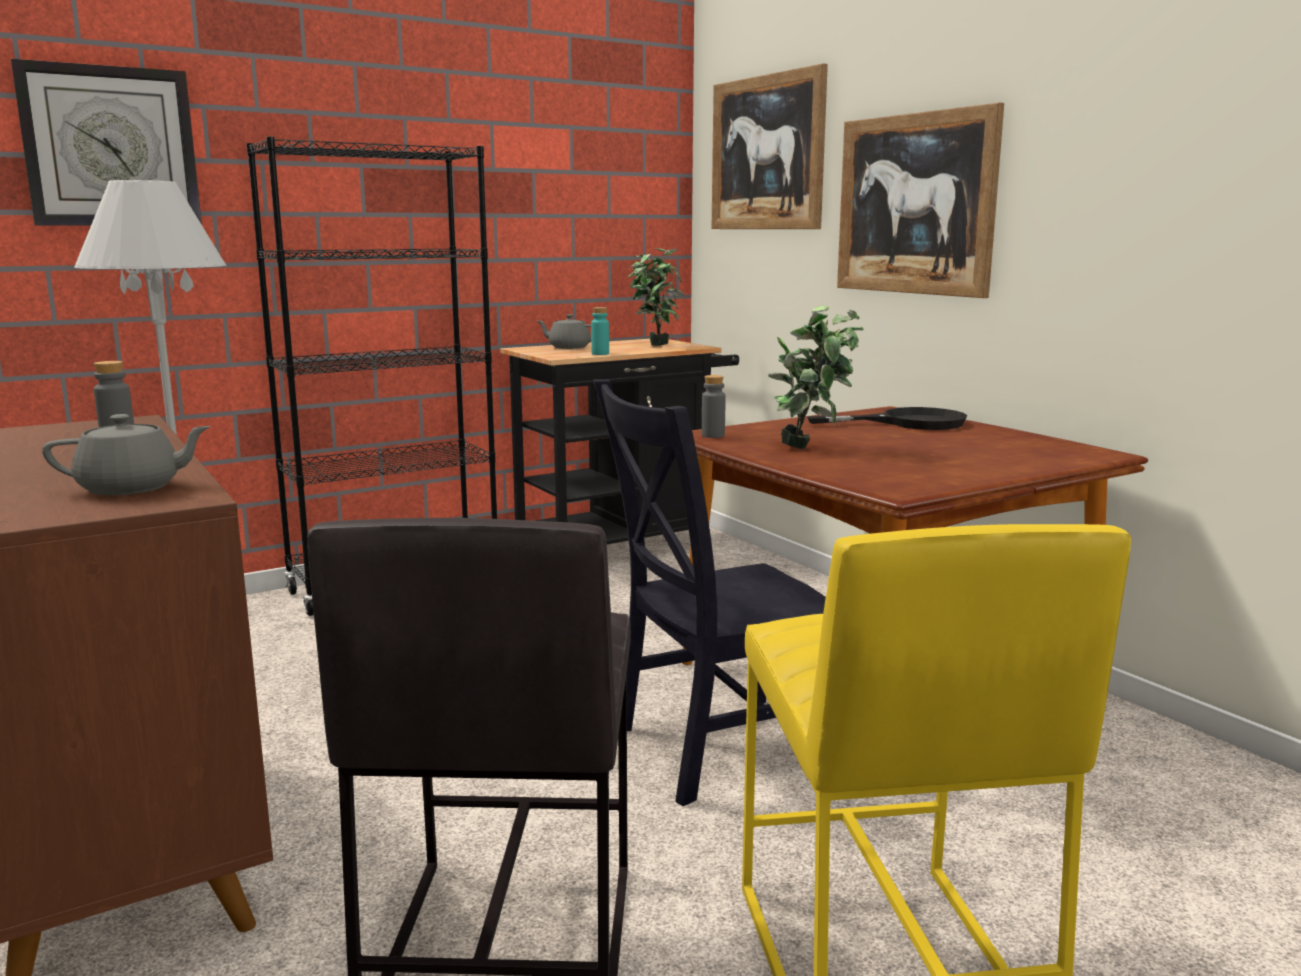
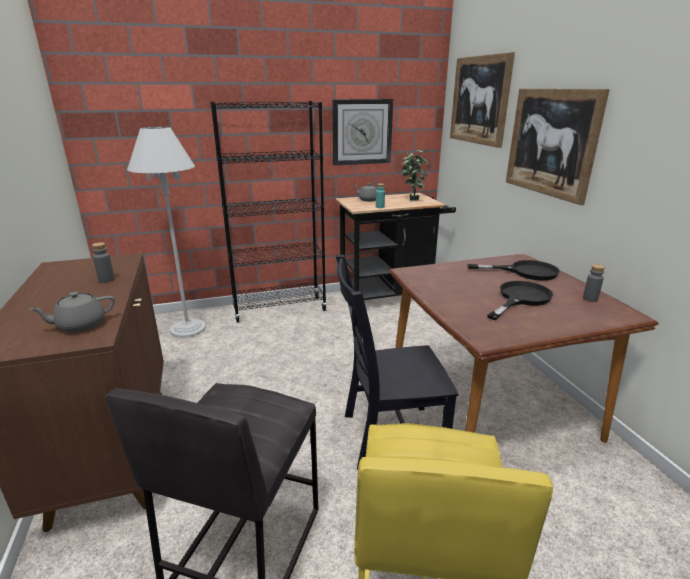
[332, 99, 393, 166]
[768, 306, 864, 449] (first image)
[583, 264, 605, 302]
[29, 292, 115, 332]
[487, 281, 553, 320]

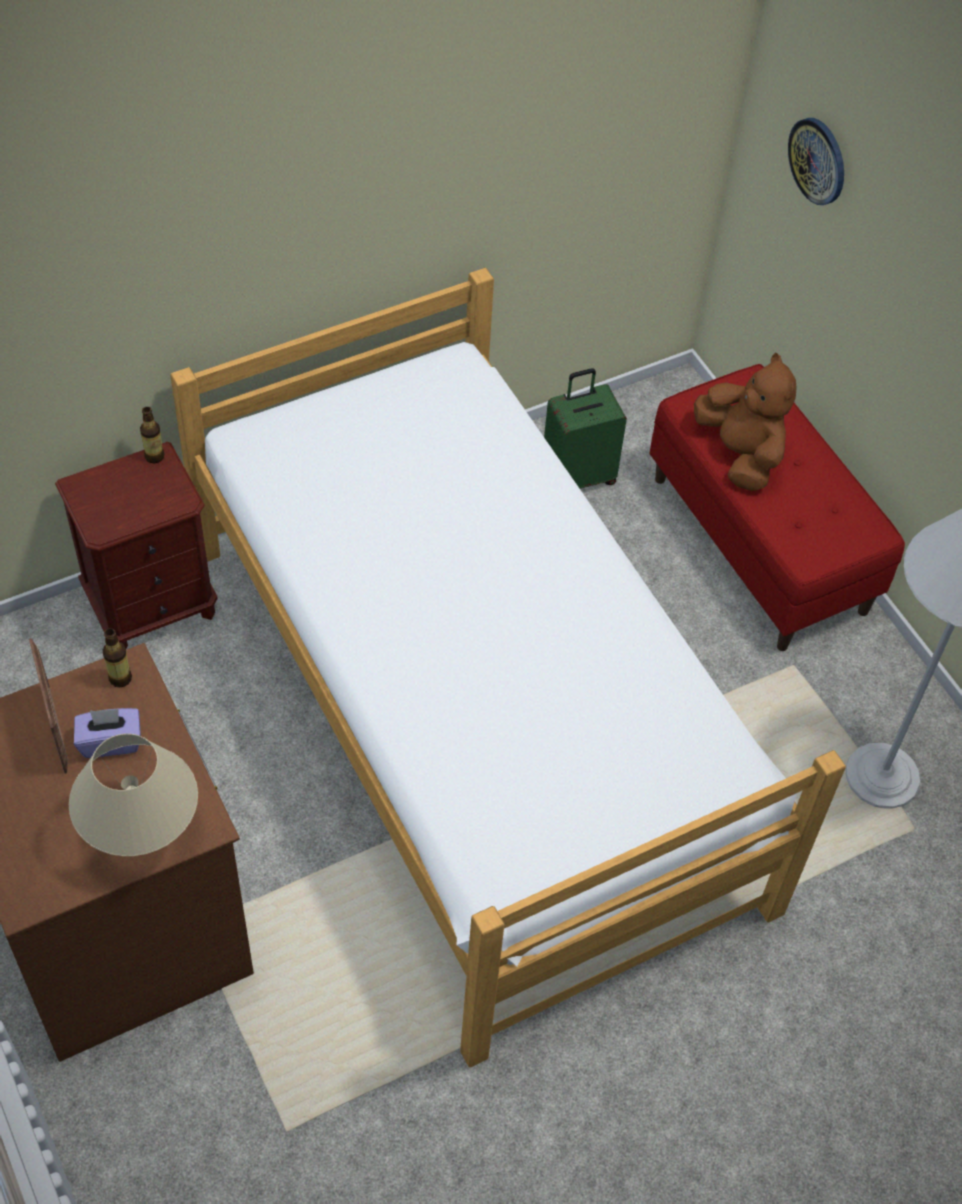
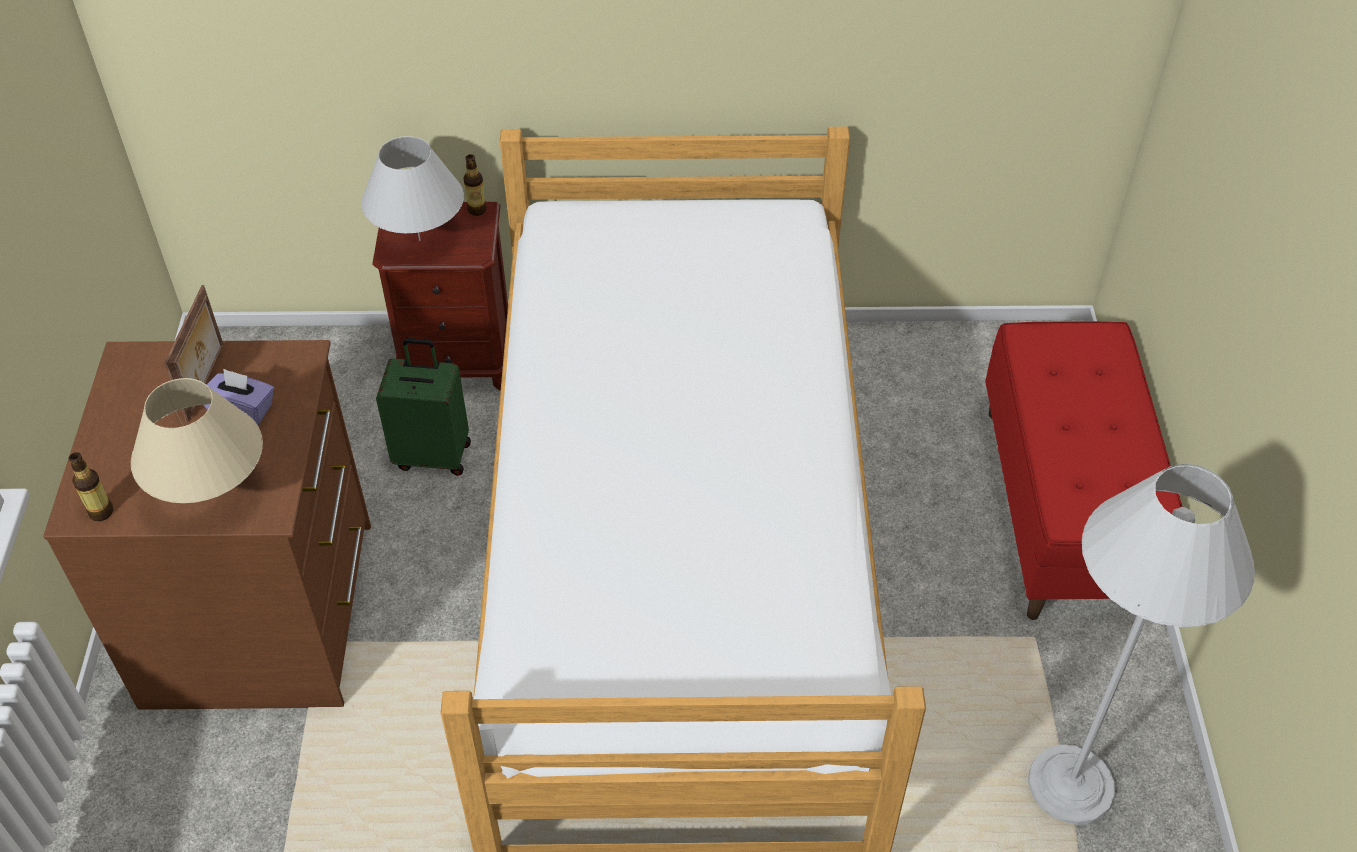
[788, 118, 844, 205] (first image)
[694, 352, 796, 491] (first image)
[376, 338, 471, 476]
[68, 452, 113, 521]
[361, 136, 464, 241]

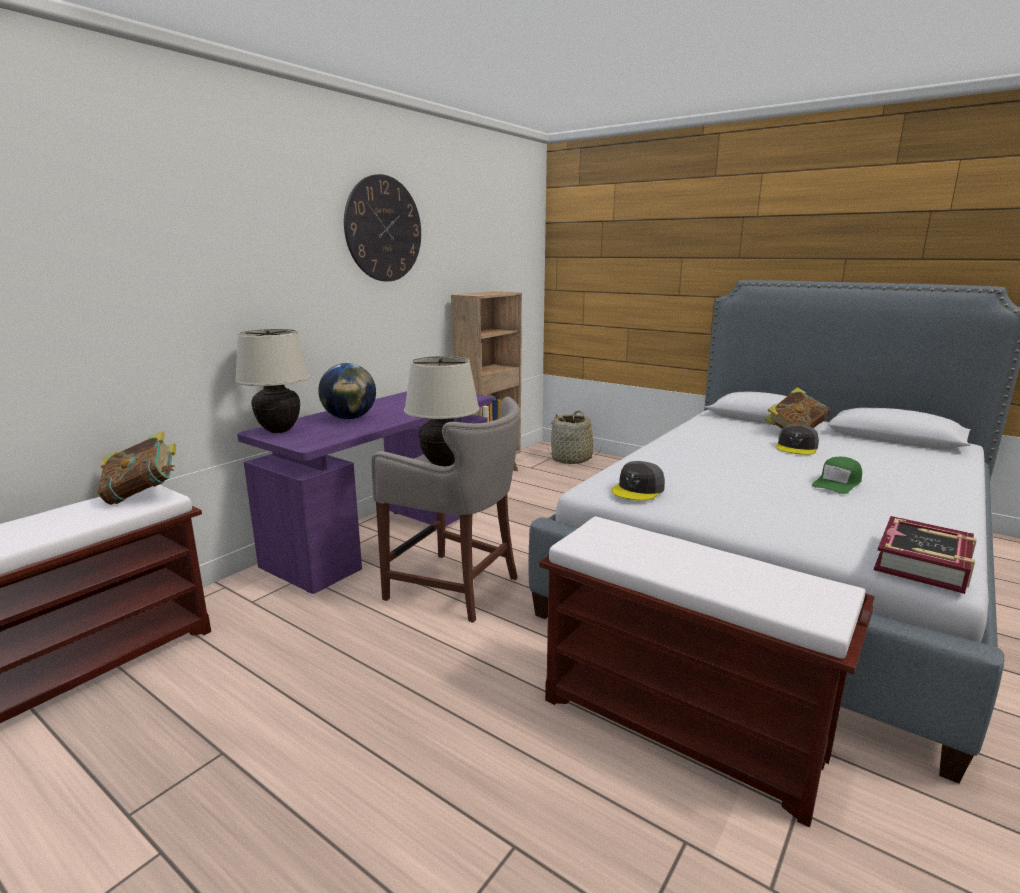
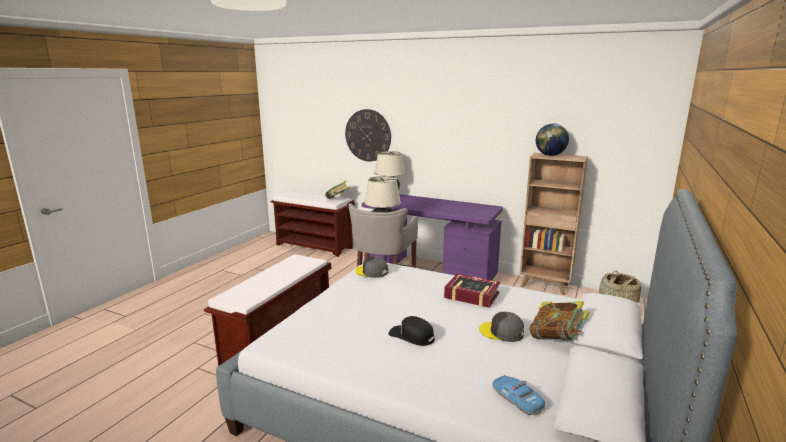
[345, 109, 391, 161]
[536, 124, 569, 156]
[388, 316, 435, 346]
[444, 274, 500, 308]
[492, 375, 545, 415]

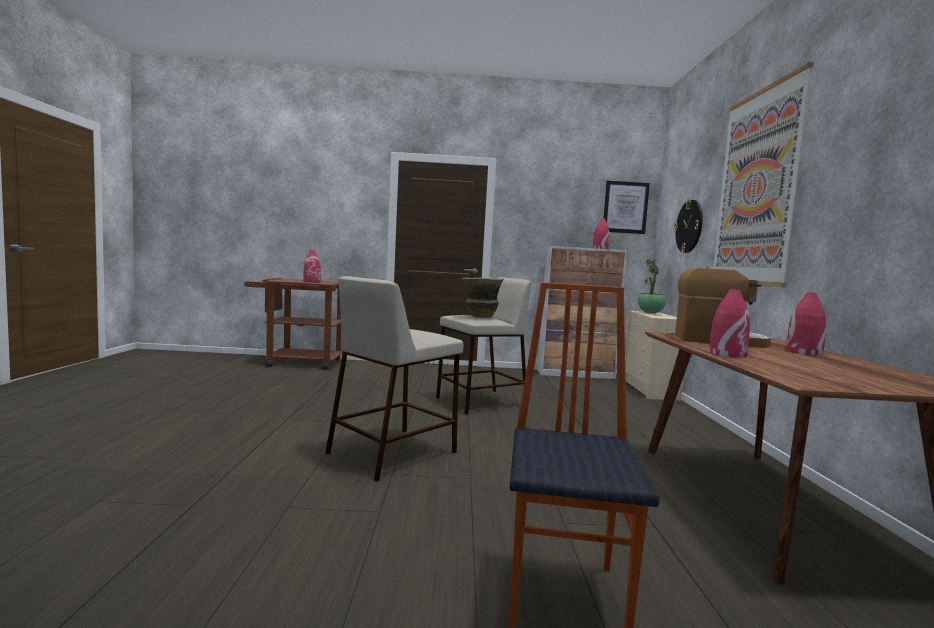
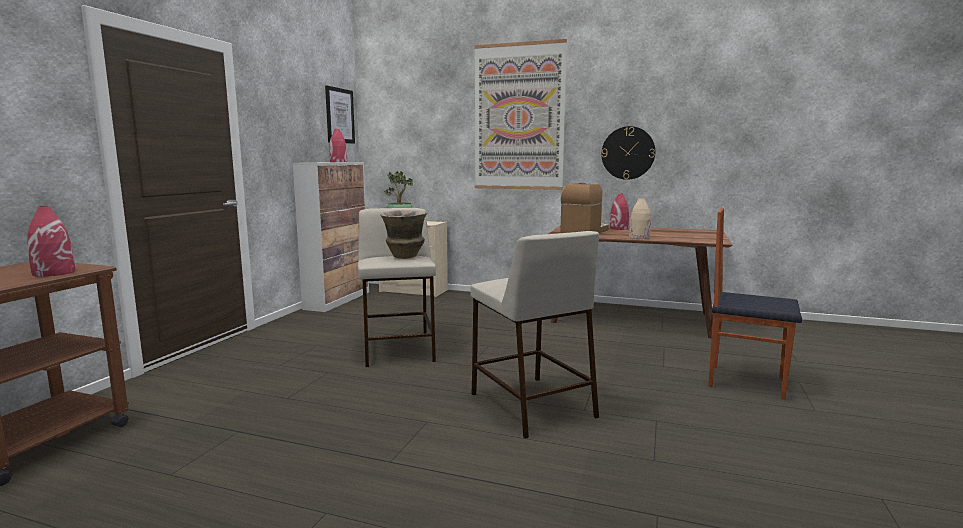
[601, 126, 655, 180]
[629, 198, 651, 239]

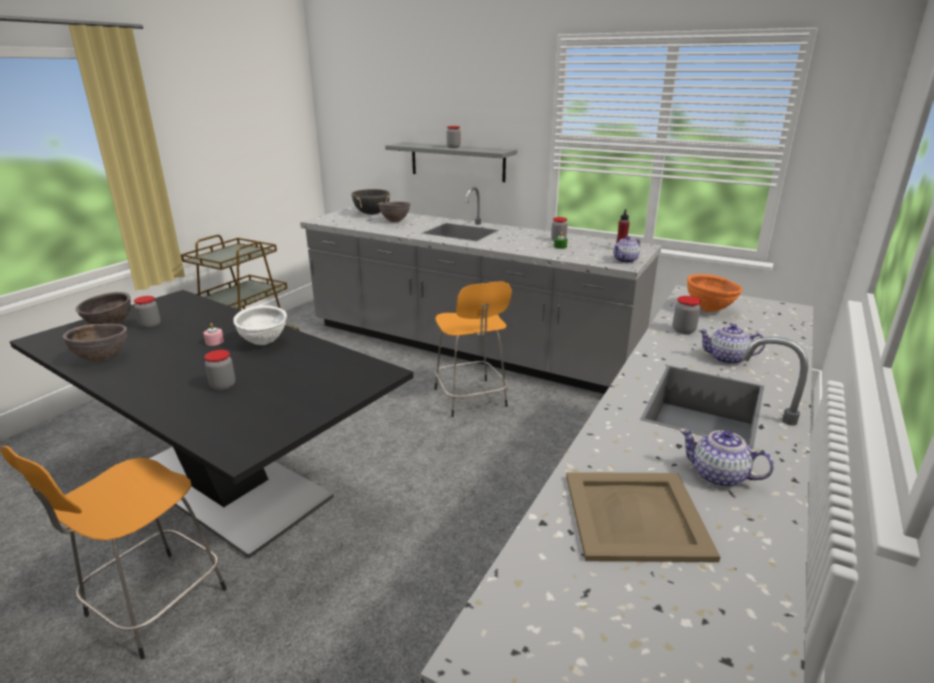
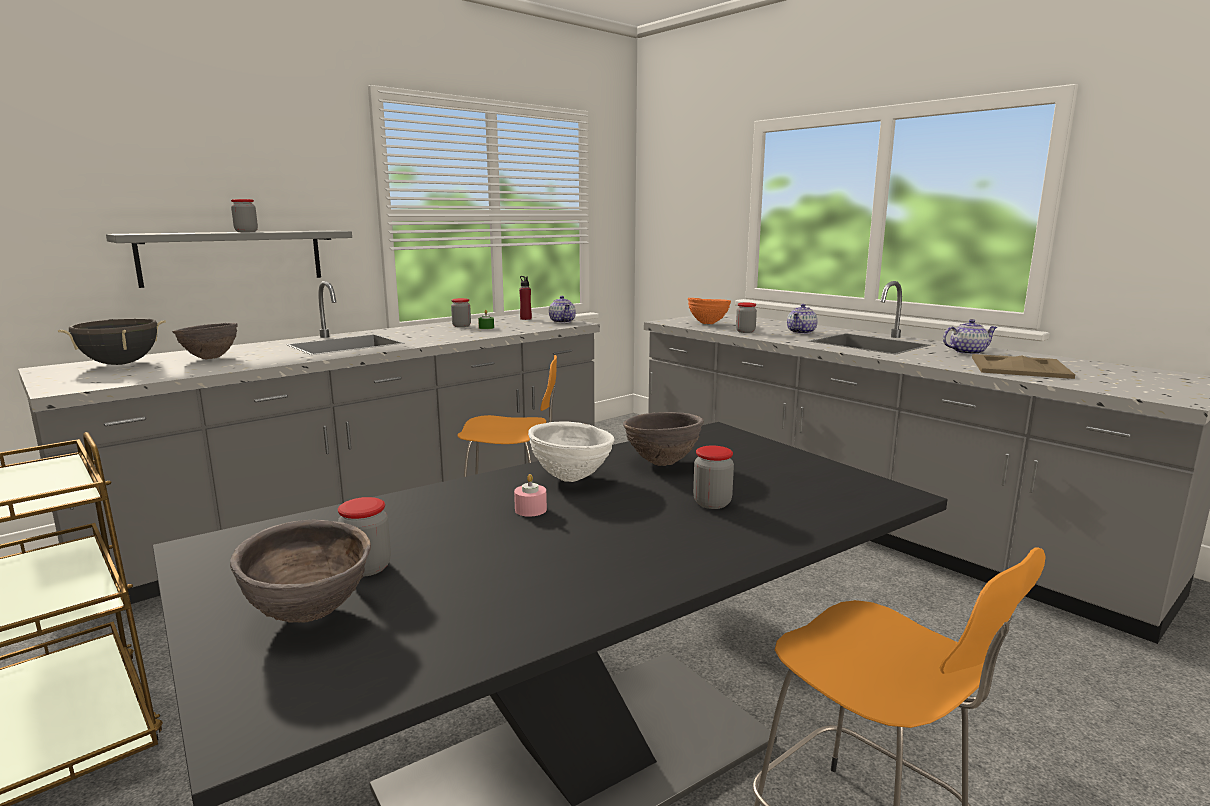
[623, 412, 704, 466]
[943, 319, 998, 355]

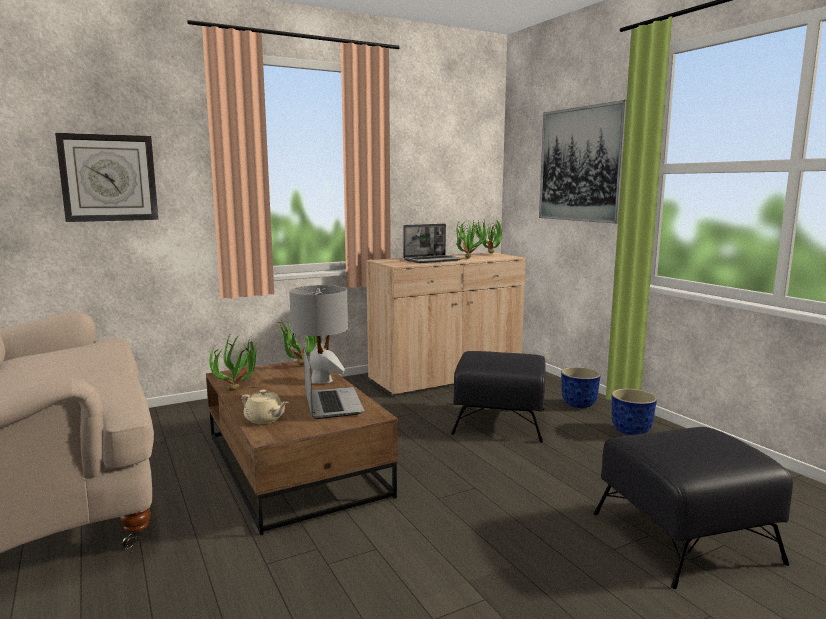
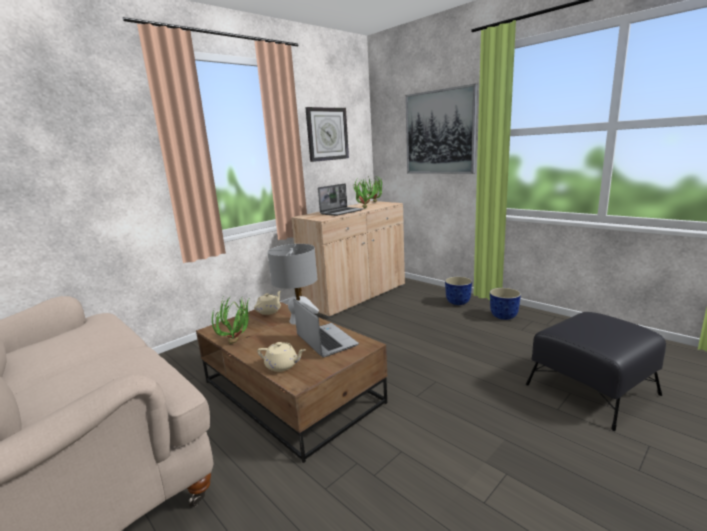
[305, 107, 349, 162]
[254, 291, 281, 315]
[451, 351, 546, 443] (first image)

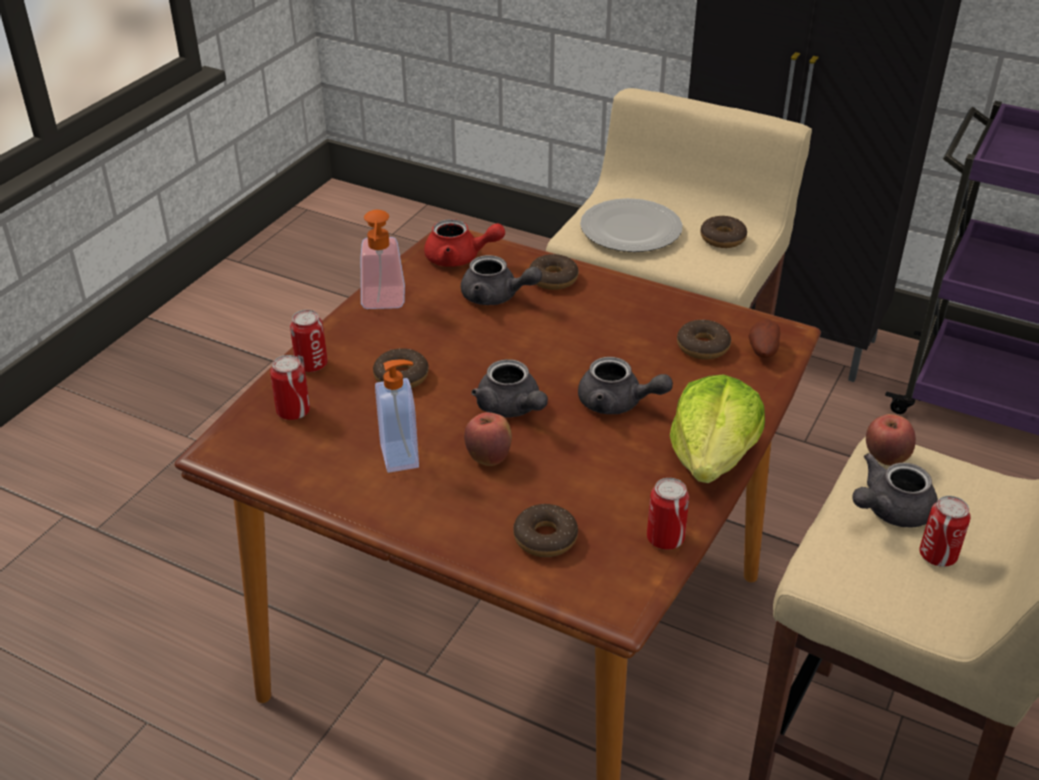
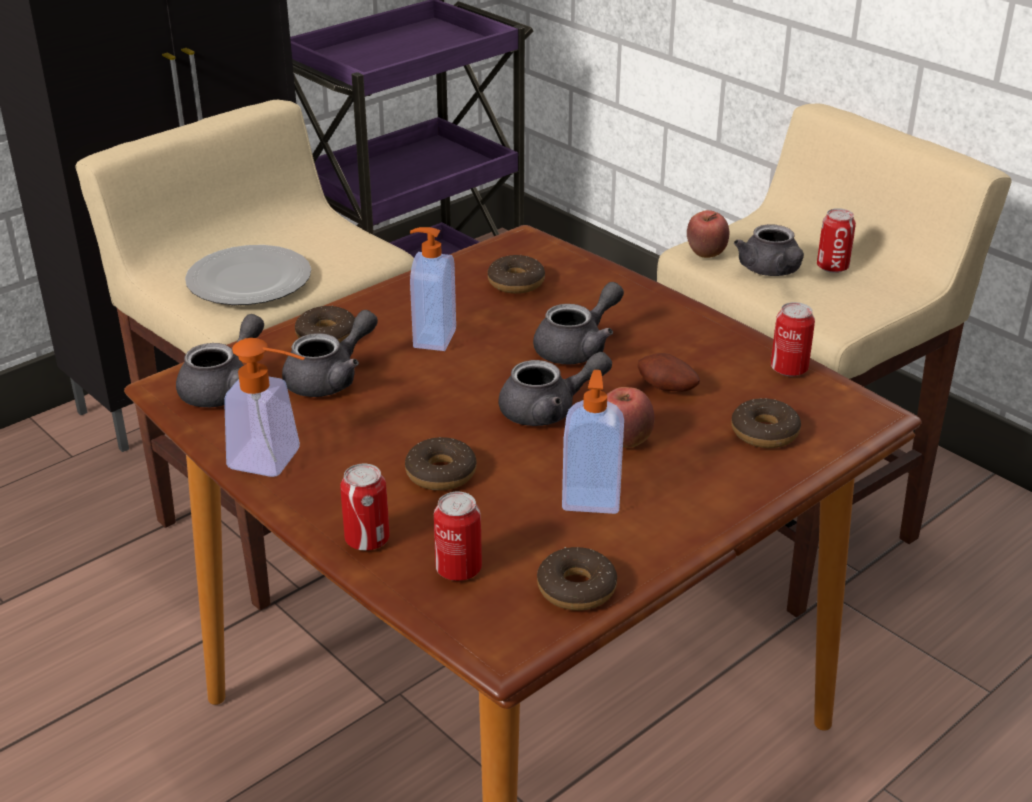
[537, 547, 617, 611]
[176, 314, 264, 407]
[638, 353, 700, 392]
[670, 374, 765, 483] (first image)
[410, 227, 456, 351]

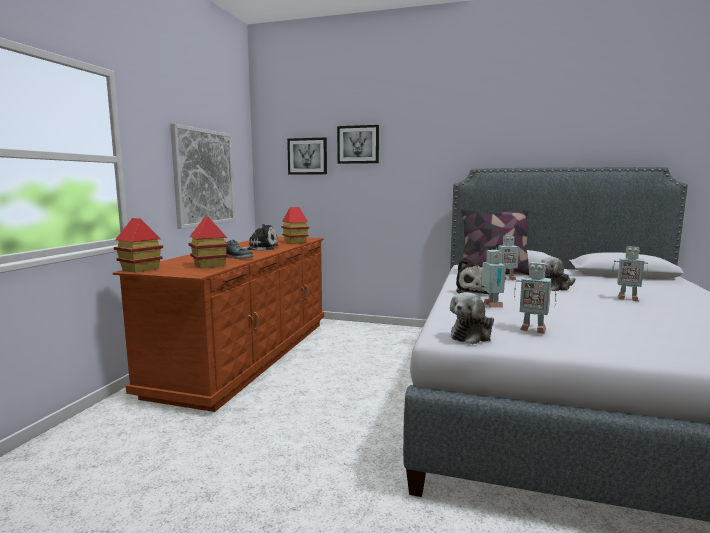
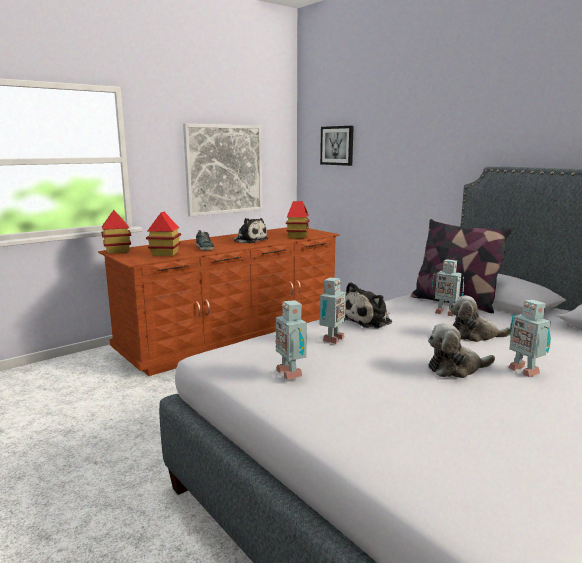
[337, 125, 379, 164] (first image)
[428, 323, 495, 378]

